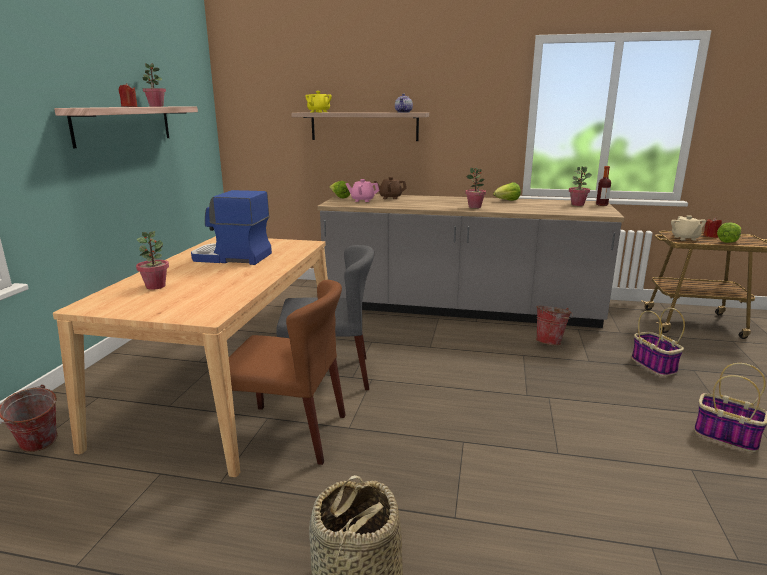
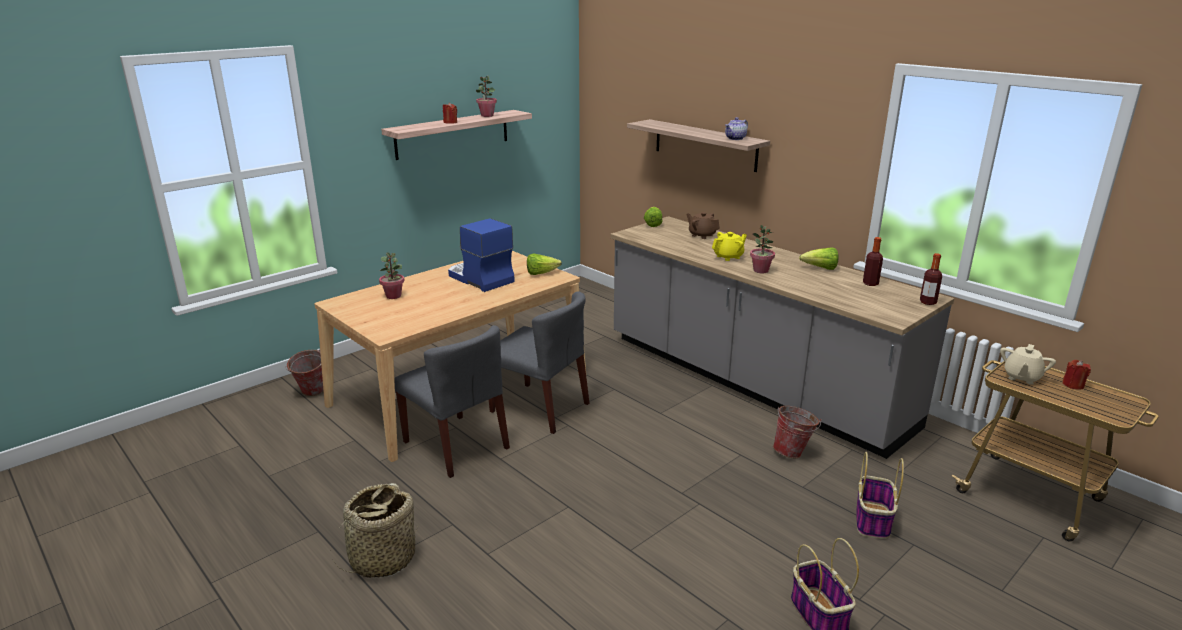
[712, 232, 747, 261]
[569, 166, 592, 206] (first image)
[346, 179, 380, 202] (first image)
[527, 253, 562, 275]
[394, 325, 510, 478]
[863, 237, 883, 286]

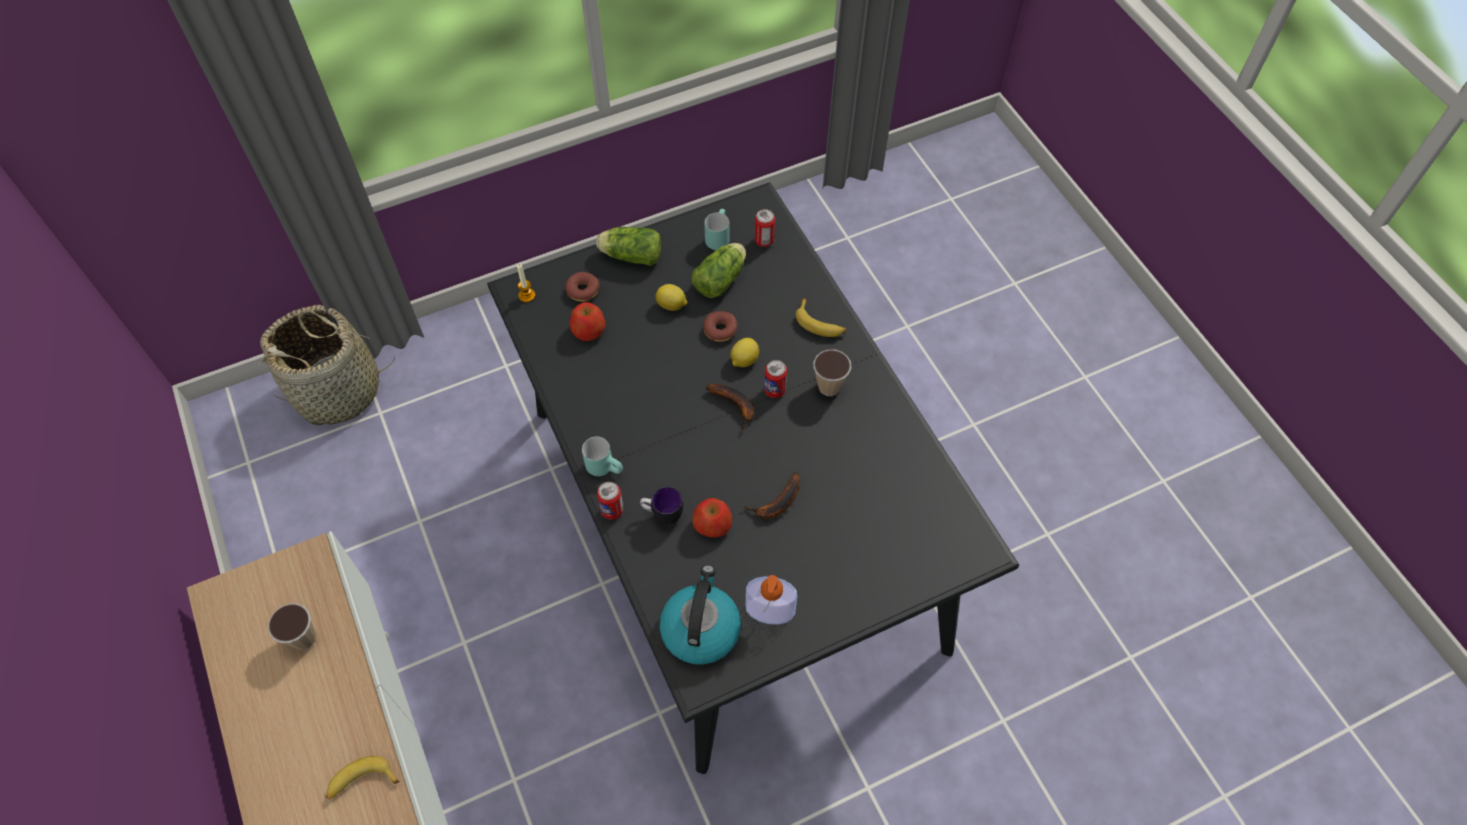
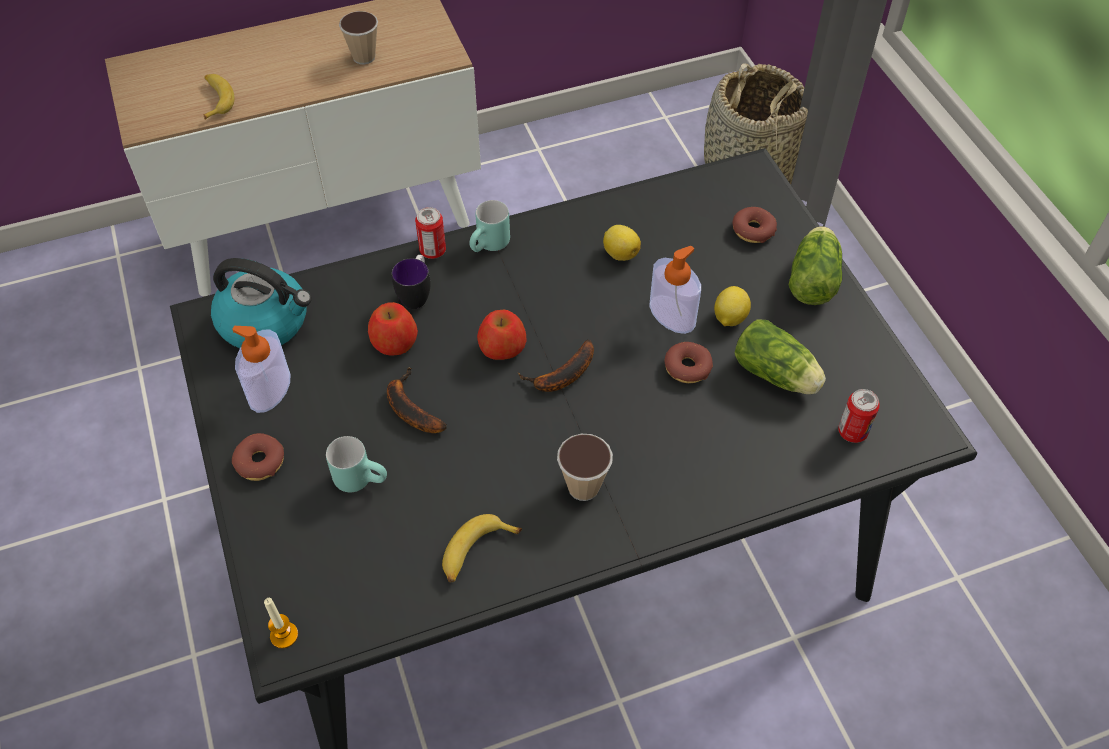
[326, 436, 387, 492]
[264, 598, 298, 649]
[442, 514, 522, 582]
[477, 310, 527, 360]
[603, 225, 641, 261]
[764, 360, 787, 398] (first image)
[649, 246, 701, 334]
[232, 433, 284, 481]

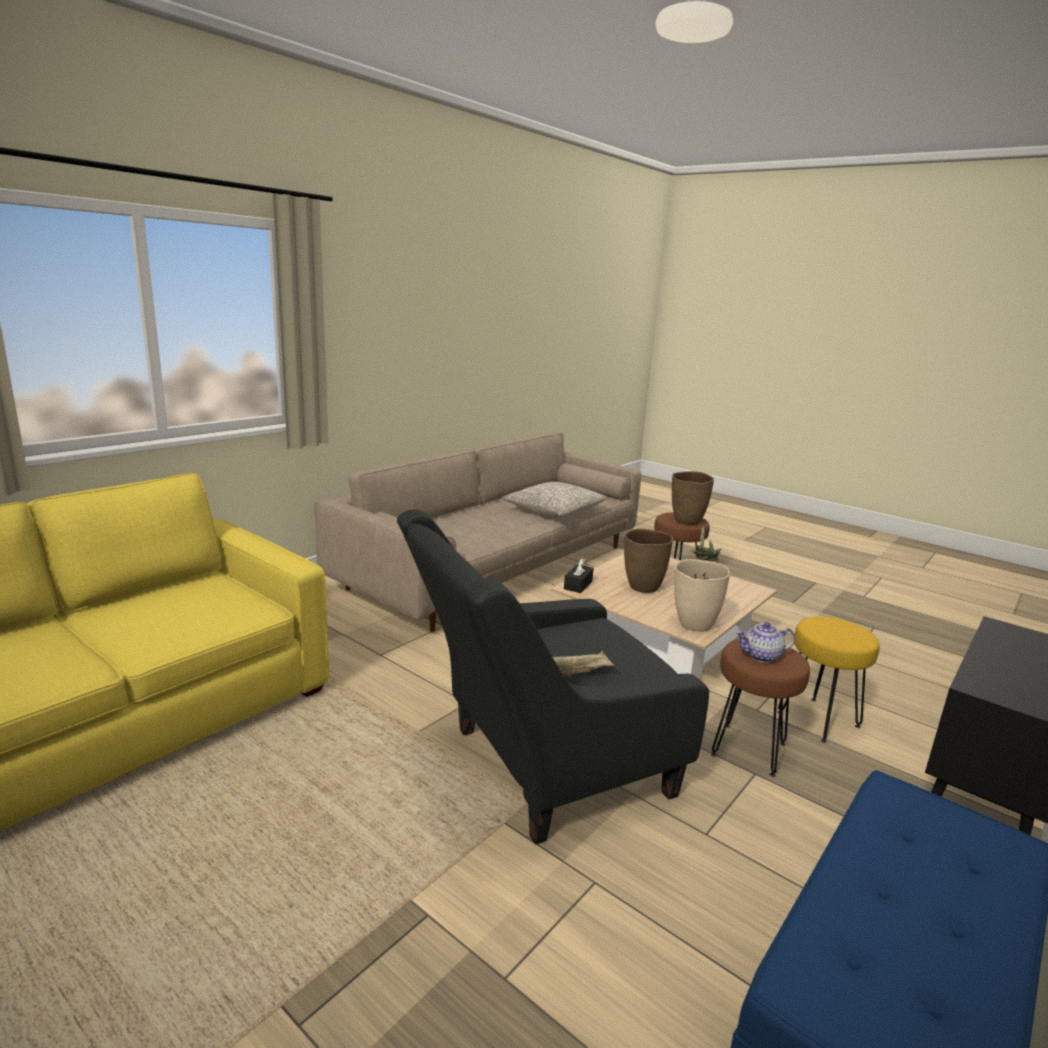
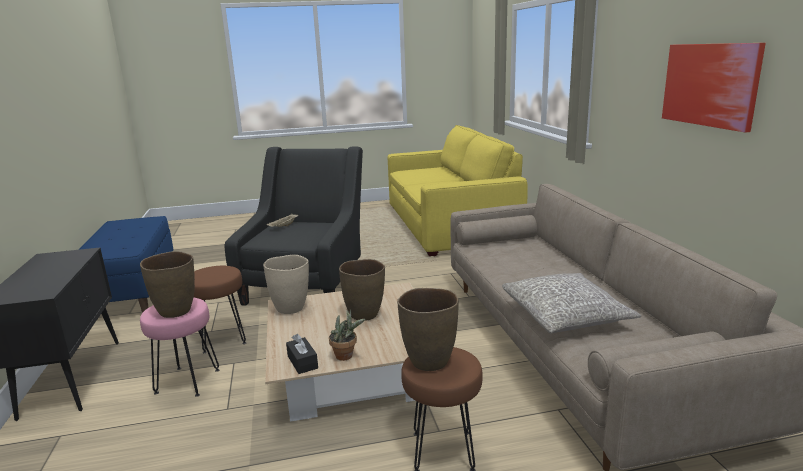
[286, 334, 318, 374]
[140, 298, 220, 397]
[736, 622, 795, 663] (first image)
[662, 43, 766, 132]
[140, 251, 195, 318]

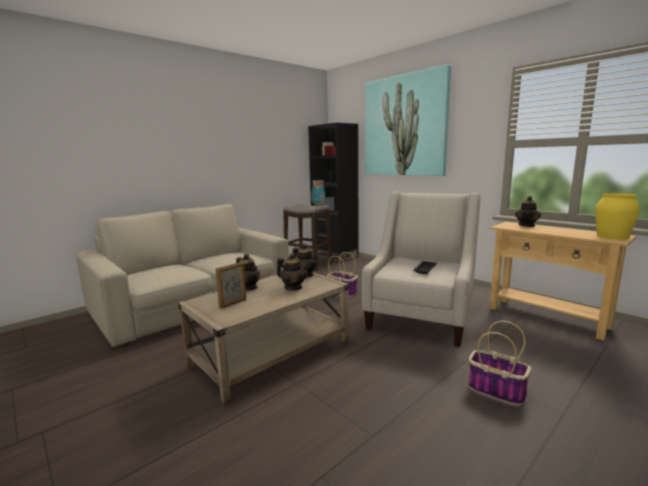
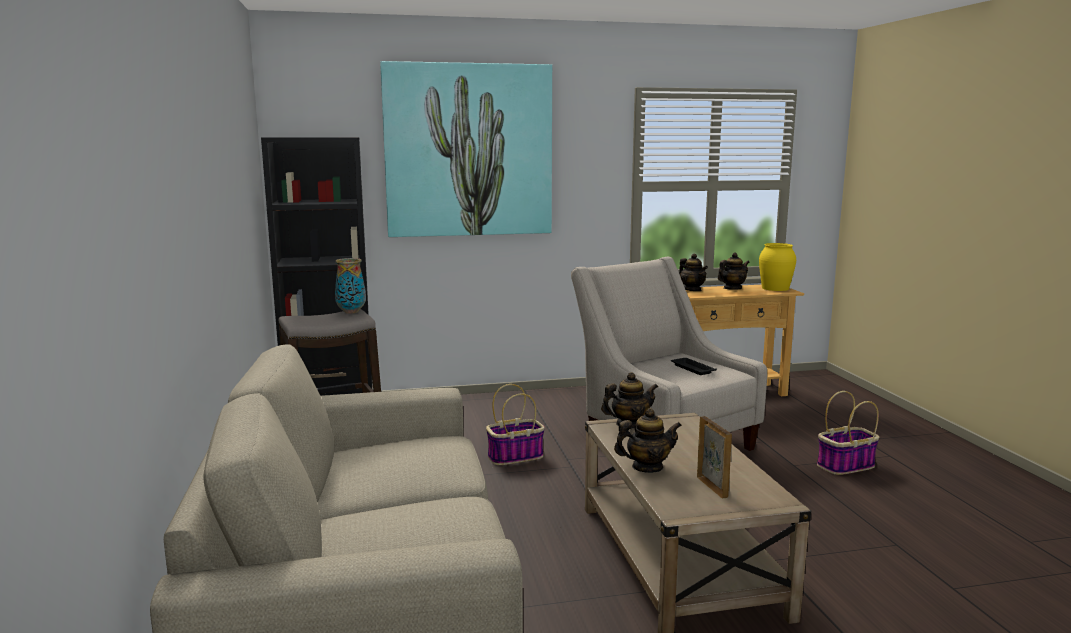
[718, 252, 750, 289]

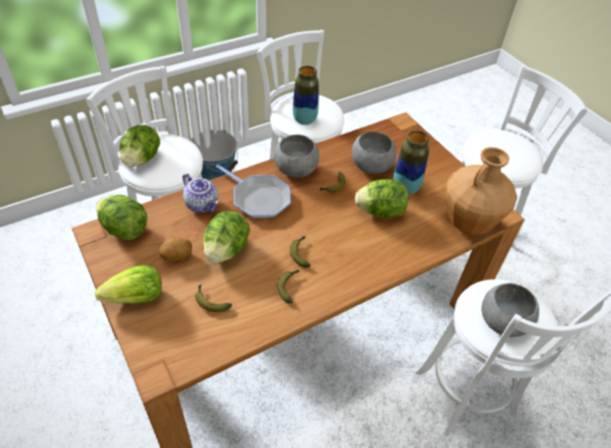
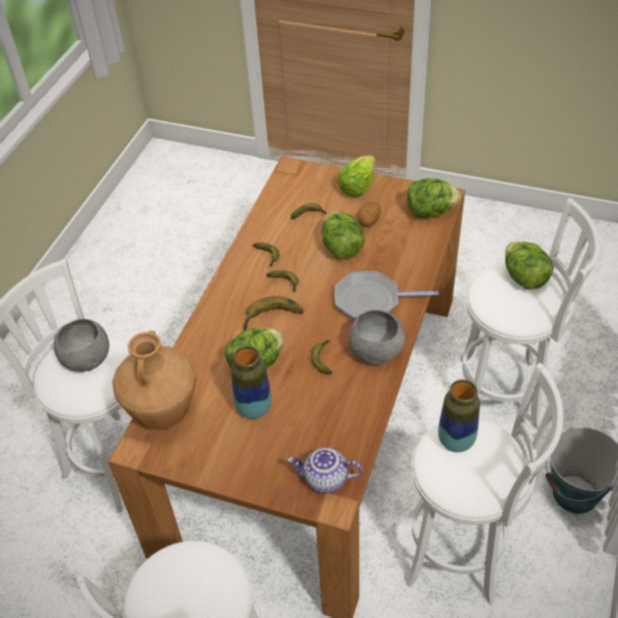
[352, 131, 396, 174] (first image)
[288, 448, 362, 493]
[243, 296, 303, 330]

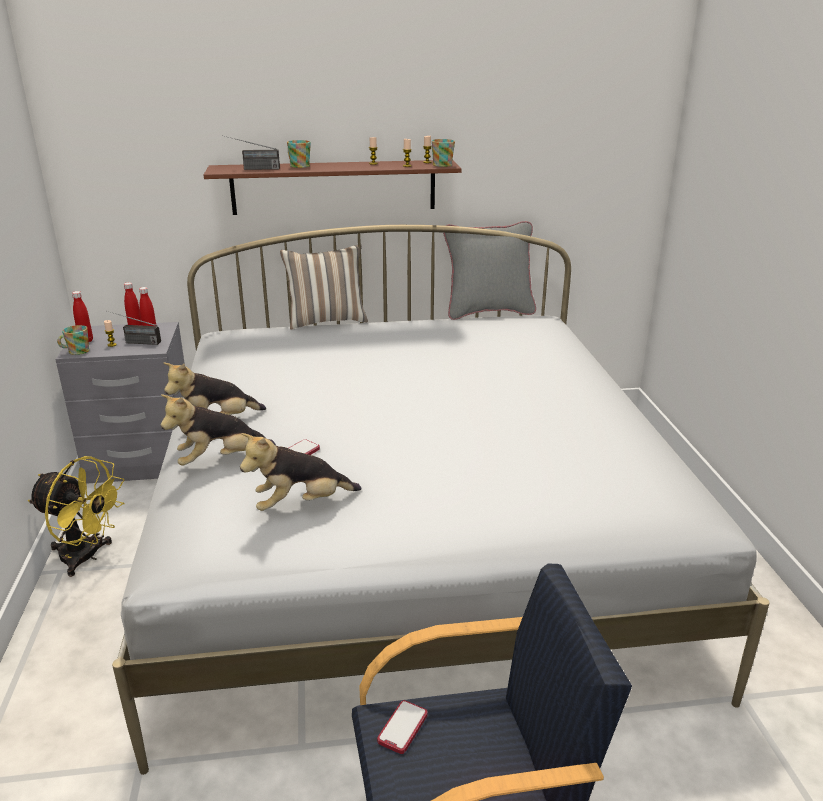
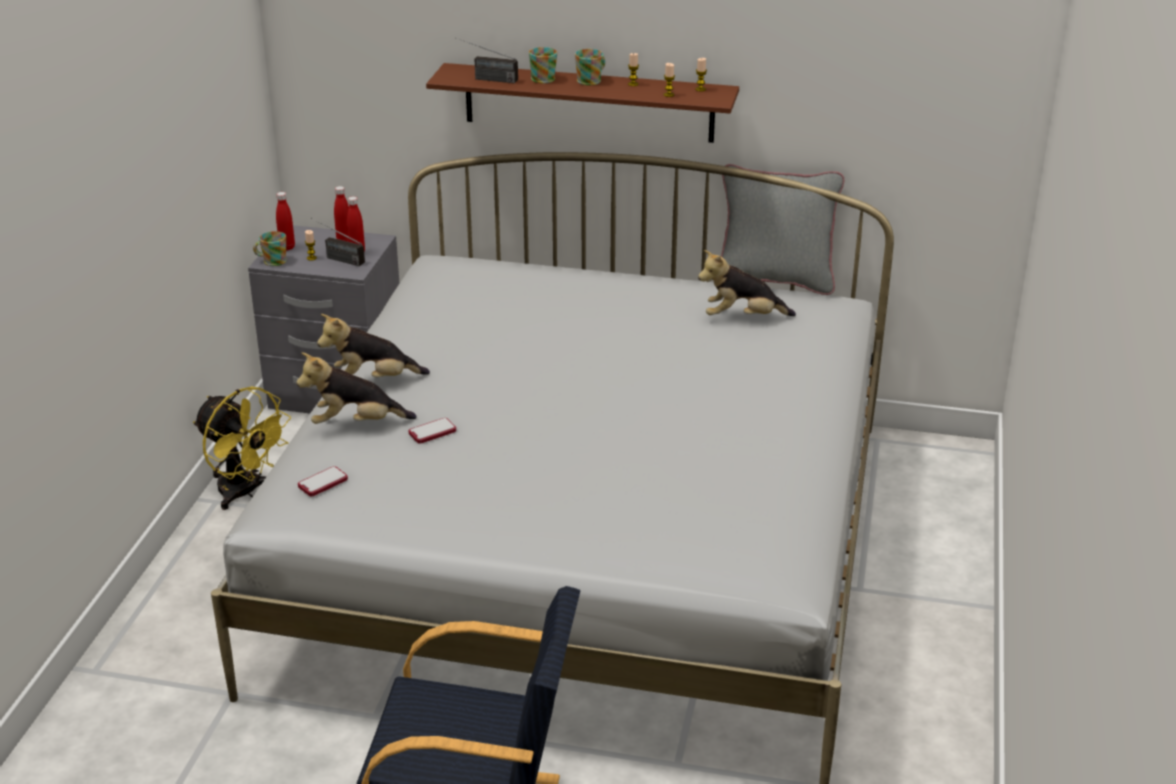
[575, 49, 605, 86]
[280, 245, 368, 329] (first image)
[698, 250, 796, 316]
[298, 466, 348, 497]

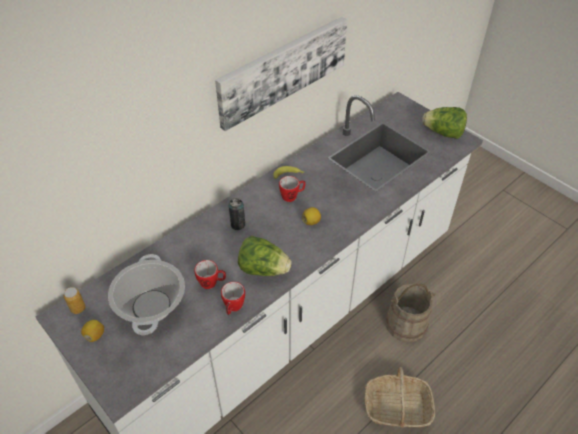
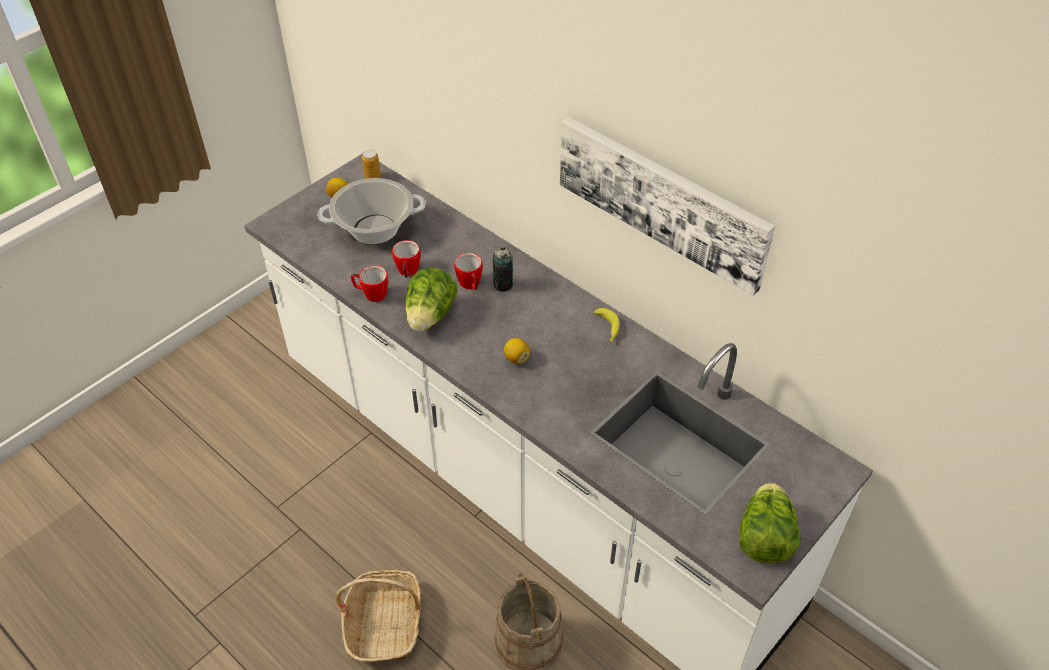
[454, 253, 483, 290]

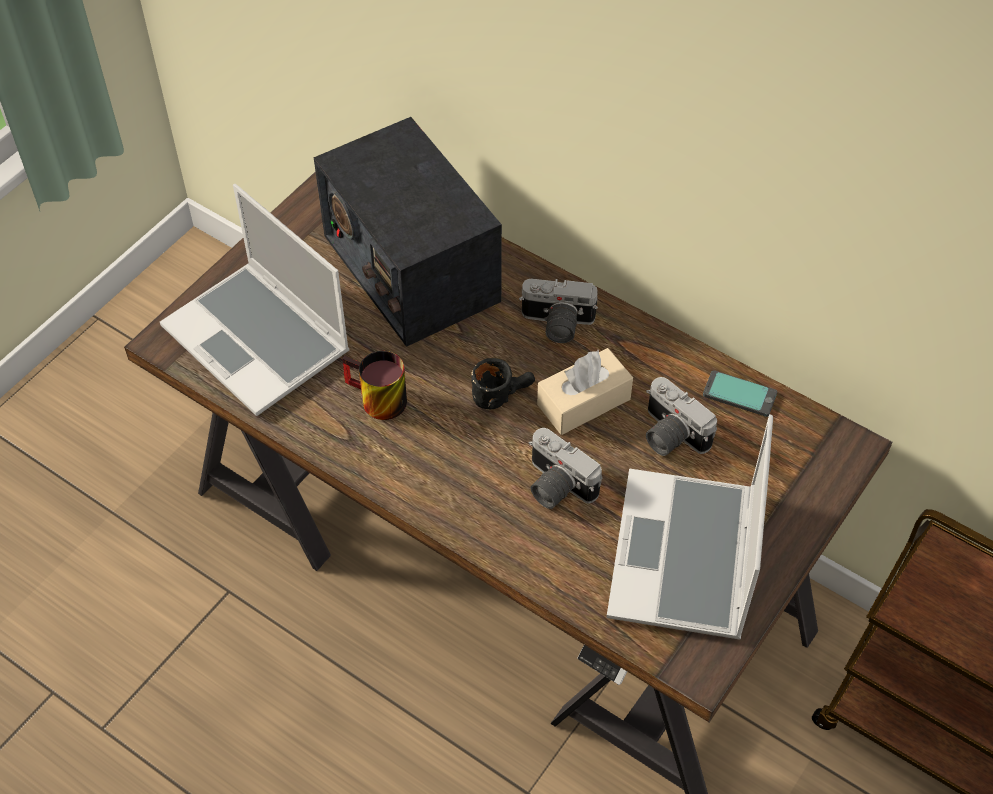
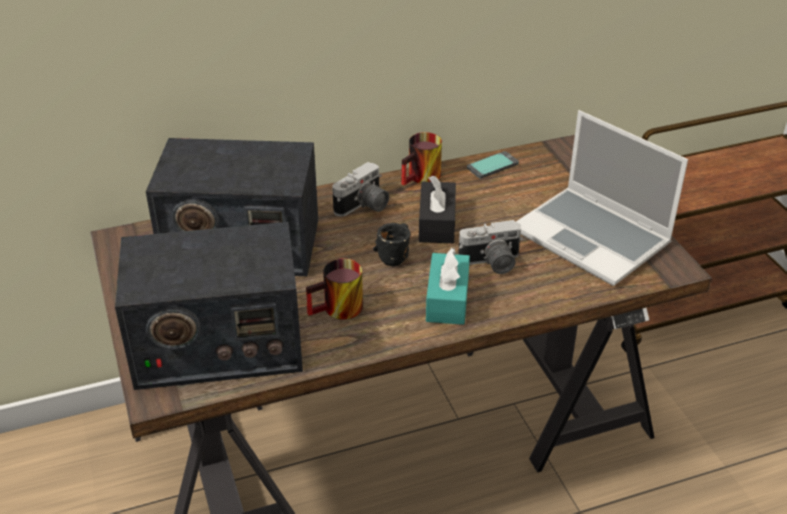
[115, 222, 303, 390]
[419, 176, 456, 243]
[646, 377, 717, 456] (first image)
[401, 132, 442, 186]
[426, 248, 470, 325]

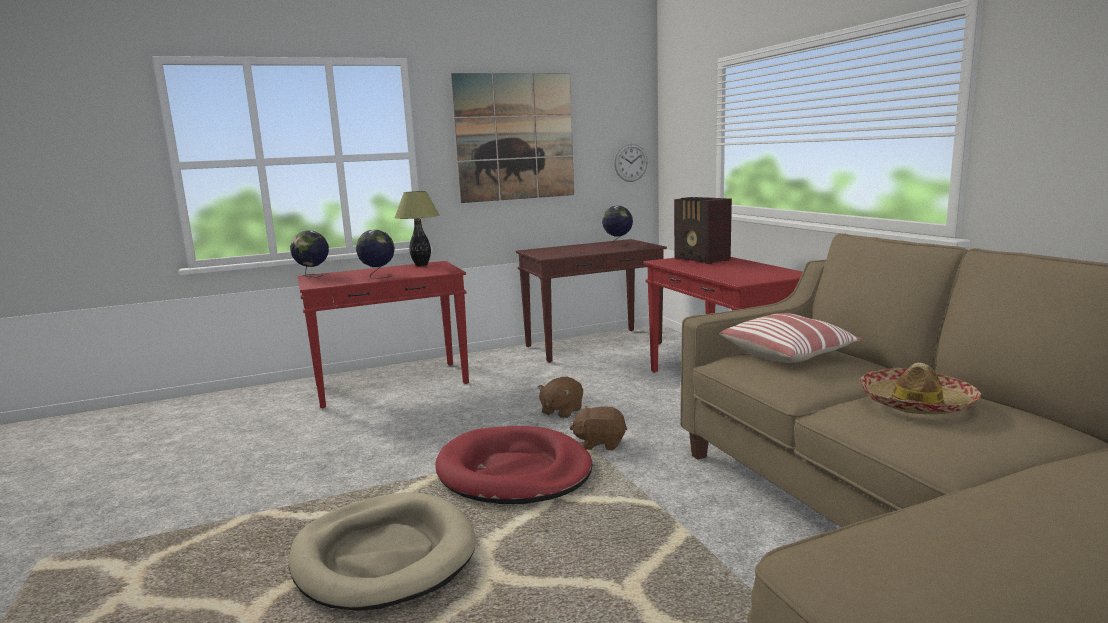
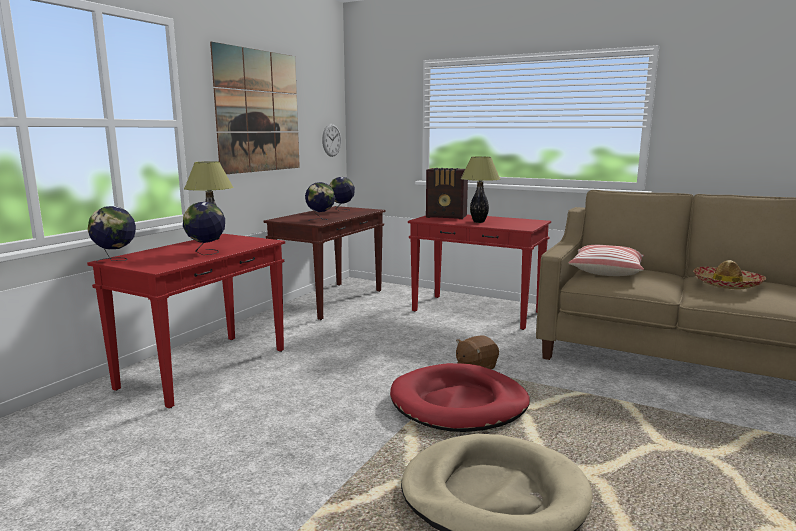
[538, 377, 583, 418] (first image)
[461, 156, 500, 223]
[305, 182, 335, 221]

